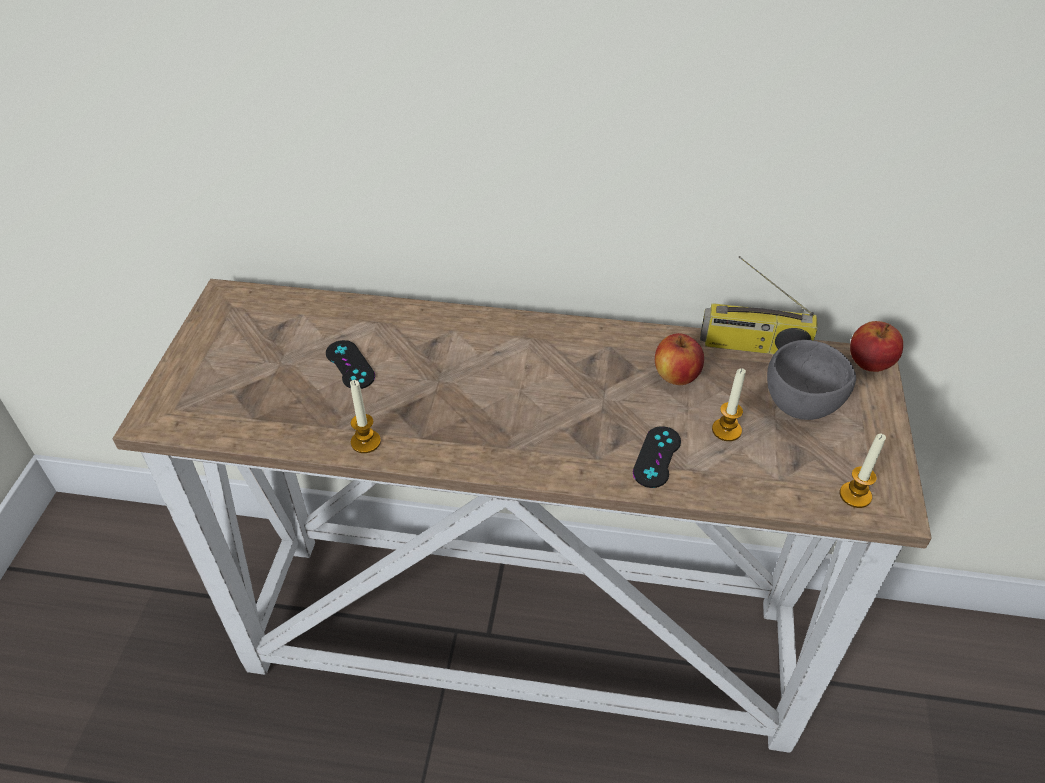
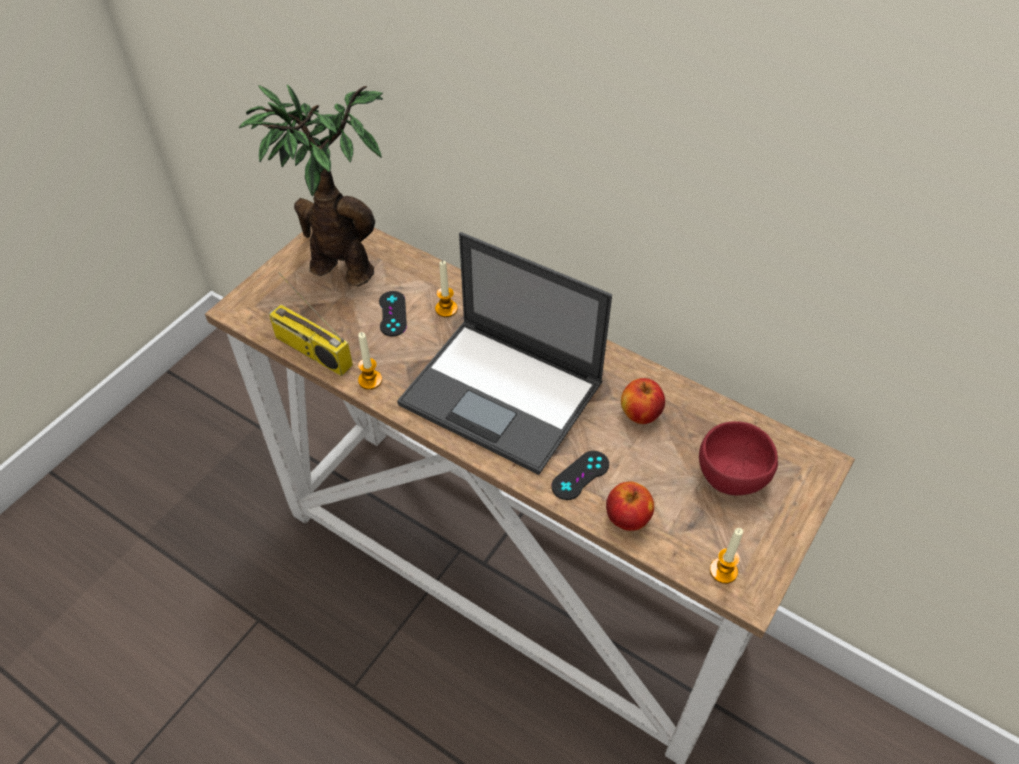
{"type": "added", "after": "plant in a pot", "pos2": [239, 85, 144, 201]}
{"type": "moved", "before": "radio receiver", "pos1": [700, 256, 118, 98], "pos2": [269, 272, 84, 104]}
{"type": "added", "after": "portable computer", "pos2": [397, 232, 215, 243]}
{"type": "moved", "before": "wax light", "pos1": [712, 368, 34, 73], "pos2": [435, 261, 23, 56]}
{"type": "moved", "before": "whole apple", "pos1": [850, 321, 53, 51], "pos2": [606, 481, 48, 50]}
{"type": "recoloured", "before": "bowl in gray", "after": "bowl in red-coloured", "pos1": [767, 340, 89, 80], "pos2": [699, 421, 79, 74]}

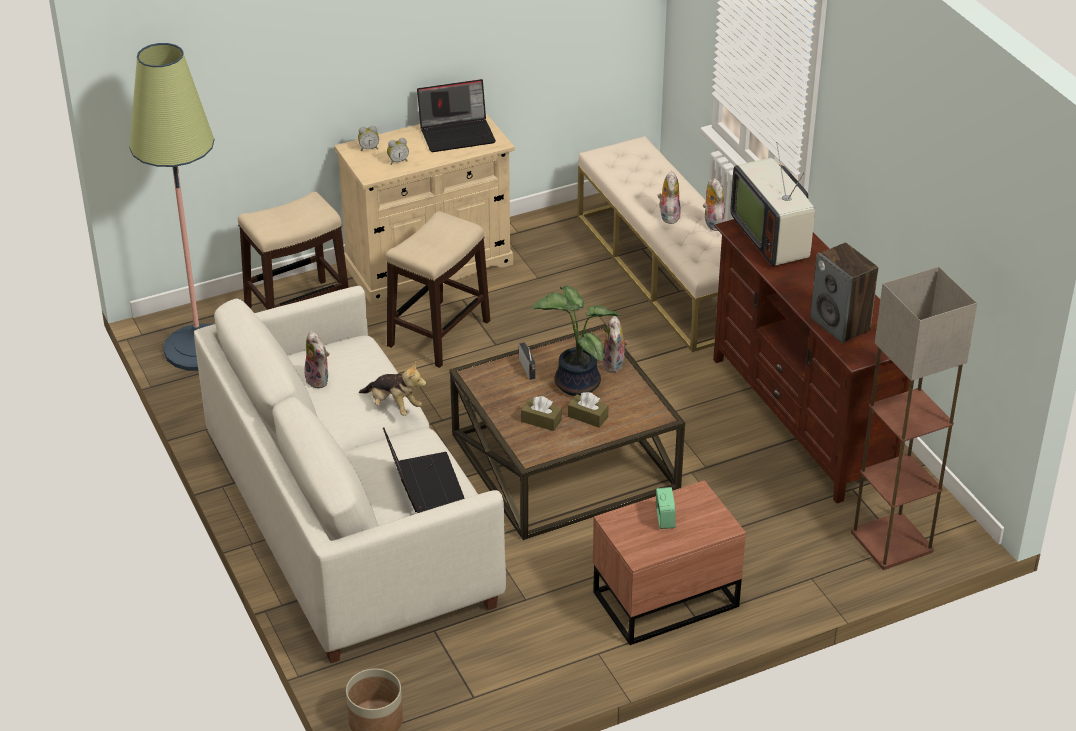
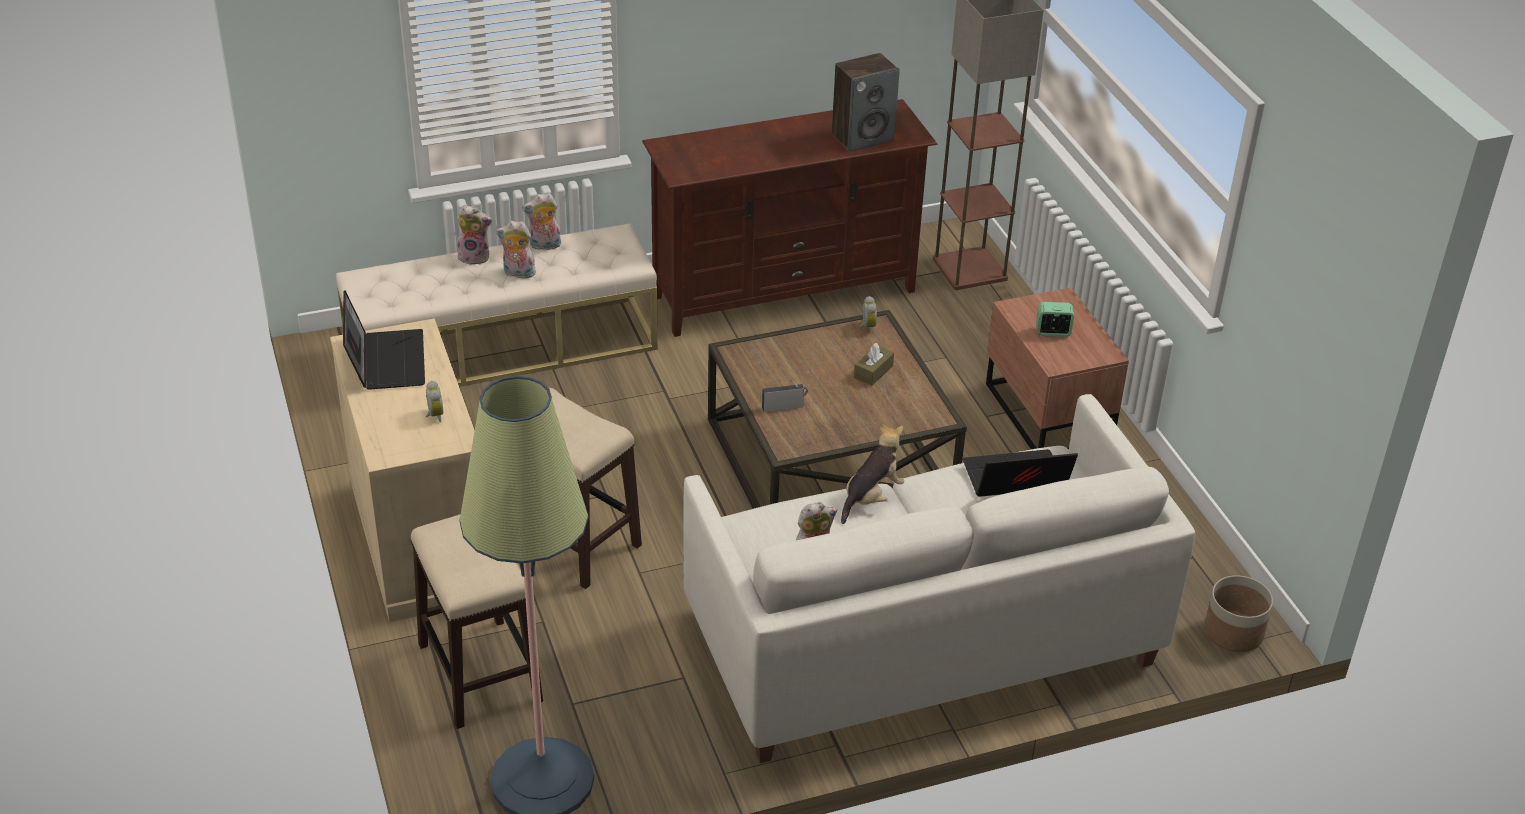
{"type": "moved", "before": "cuddly toy", "pos1": [602, 316, 27, 57], "pos2": [456, 205, 36, 60]}
{"type": "moved", "before": "alarm clock", "pos1": [358, 126, 21, 25], "pos2": [860, 296, 17, 37]}
{"type": "removed", "before": "box of tissues in brown-coloured", "pos1": [521, 396, 41, 35]}
{"type": "removed", "before": "plant in a pot", "pos1": [531, 285, 91, 111]}
{"type": "removed", "before": "television", "pos1": [730, 142, 85, 125]}

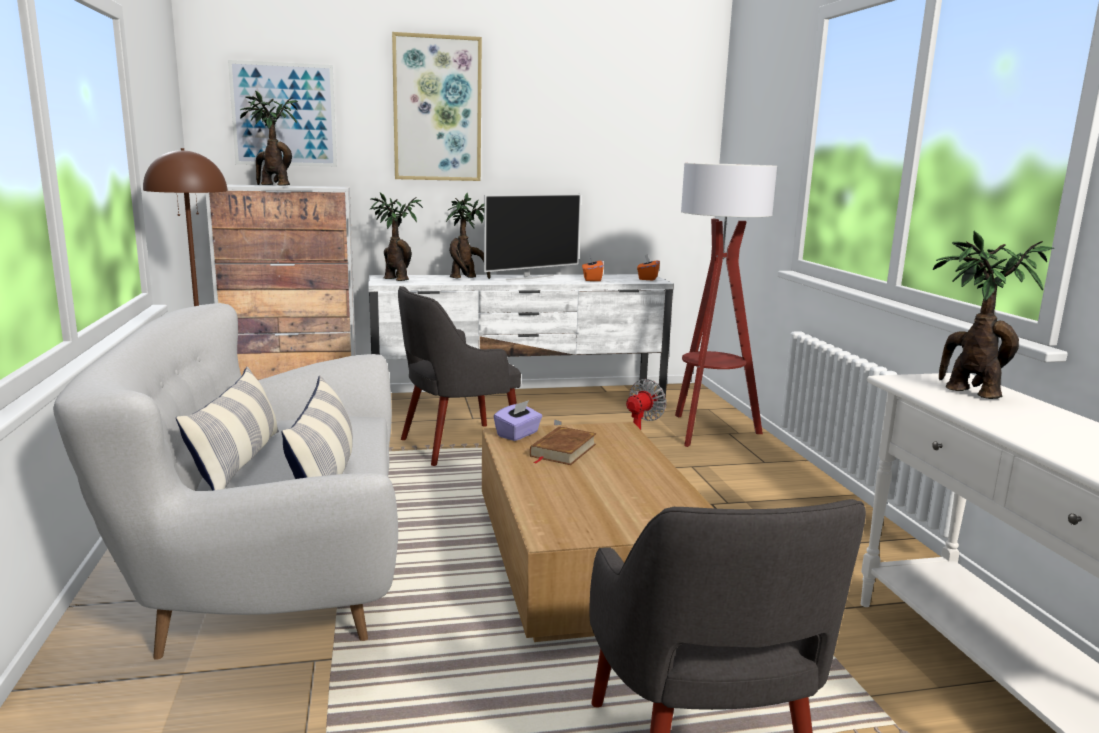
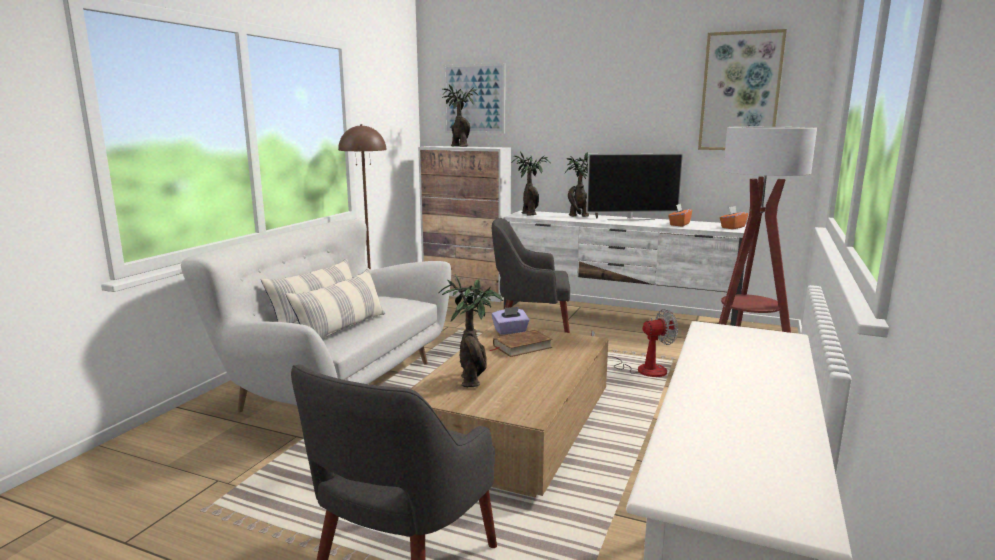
{"type": "moved", "before": "plant in a pot", "pos1": [933, 231, 121, 168], "pos2": [438, 274, 65, 113]}
{"type": "moved", "before": "wall picture", "pos1": [392, 32, 90, 149], "pos2": [698, 29, 89, 121]}

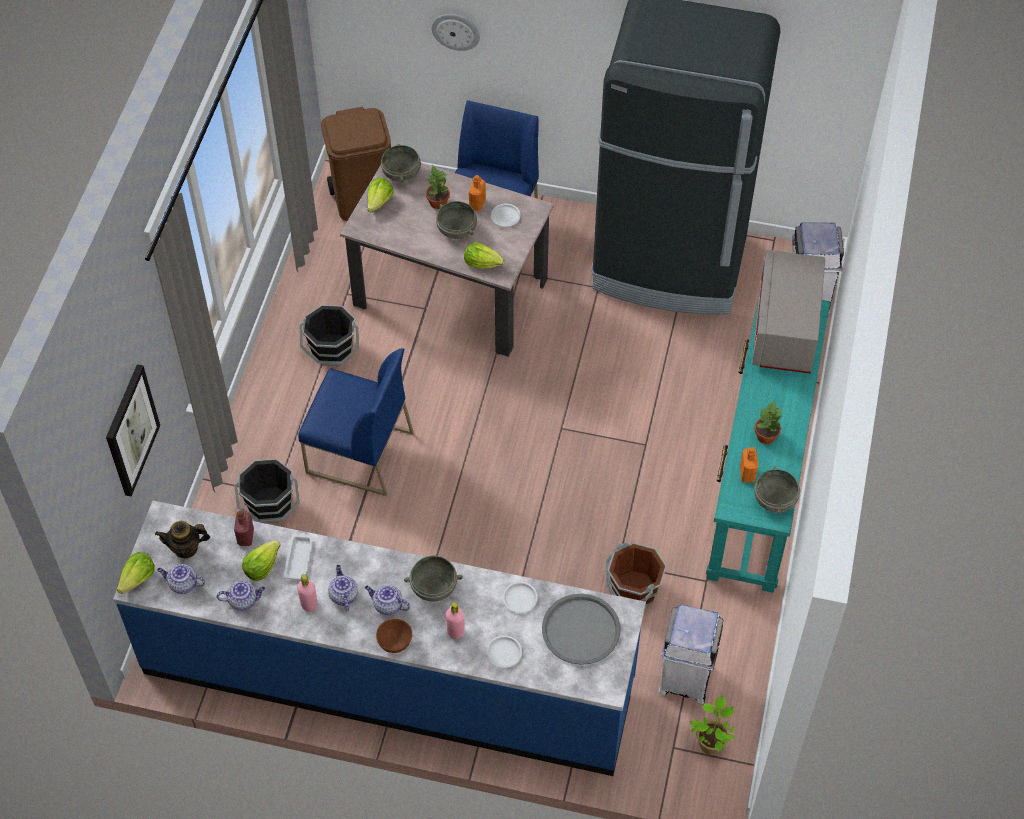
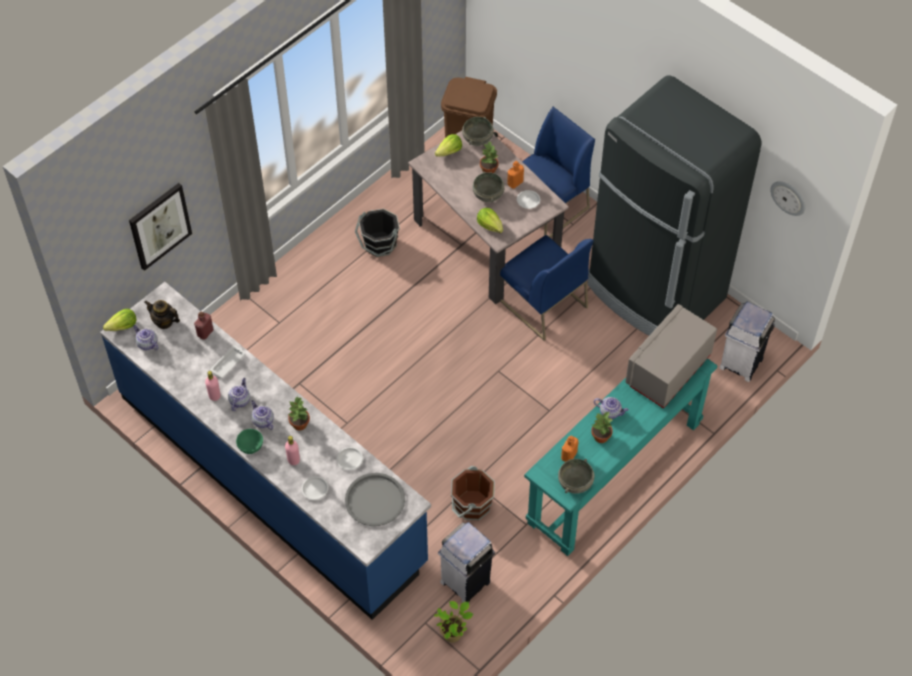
{"type": "recoloured", "before": "bowl in brown-coloured", "after": "bowl in green-coloured", "pos1": [376, 619, 36, 34], "pos2": [236, 429, 27, 25]}
{"type": "replaced", "before": "bowl in gray", "after": "plant in a pot", "pos1": [404, 556, 59, 46], "pos2": [288, 396, 22, 34]}
{"type": "moved", "before": "plain chair in blue", "pos1": [298, 348, 116, 148], "pos2": [500, 235, 94, 106]}
{"type": "moved", "before": "teapot", "pos1": [217, 580, 48, 31], "pos2": [594, 397, 35, 22]}
{"type": "moved", "before": "wall clock", "pos1": [431, 14, 49, 37], "pos2": [770, 181, 35, 35]}
{"type": "removed", "before": "pail in black", "pos1": [234, 459, 65, 64]}
{"type": "removed", "before": "lettuce head", "pos1": [242, 541, 38, 40]}

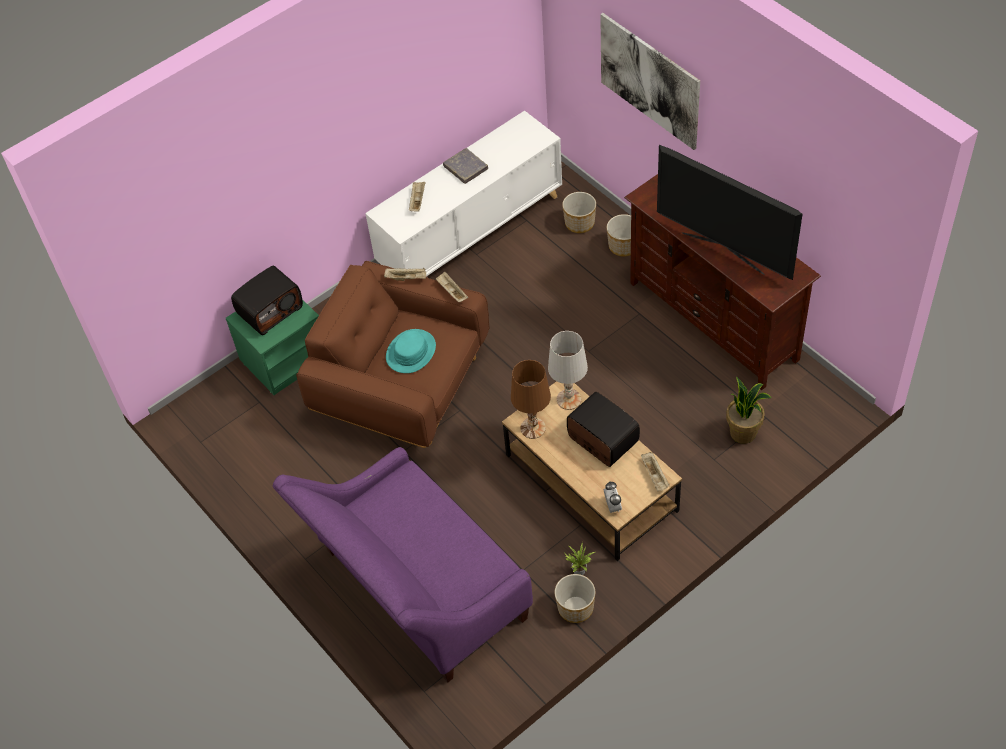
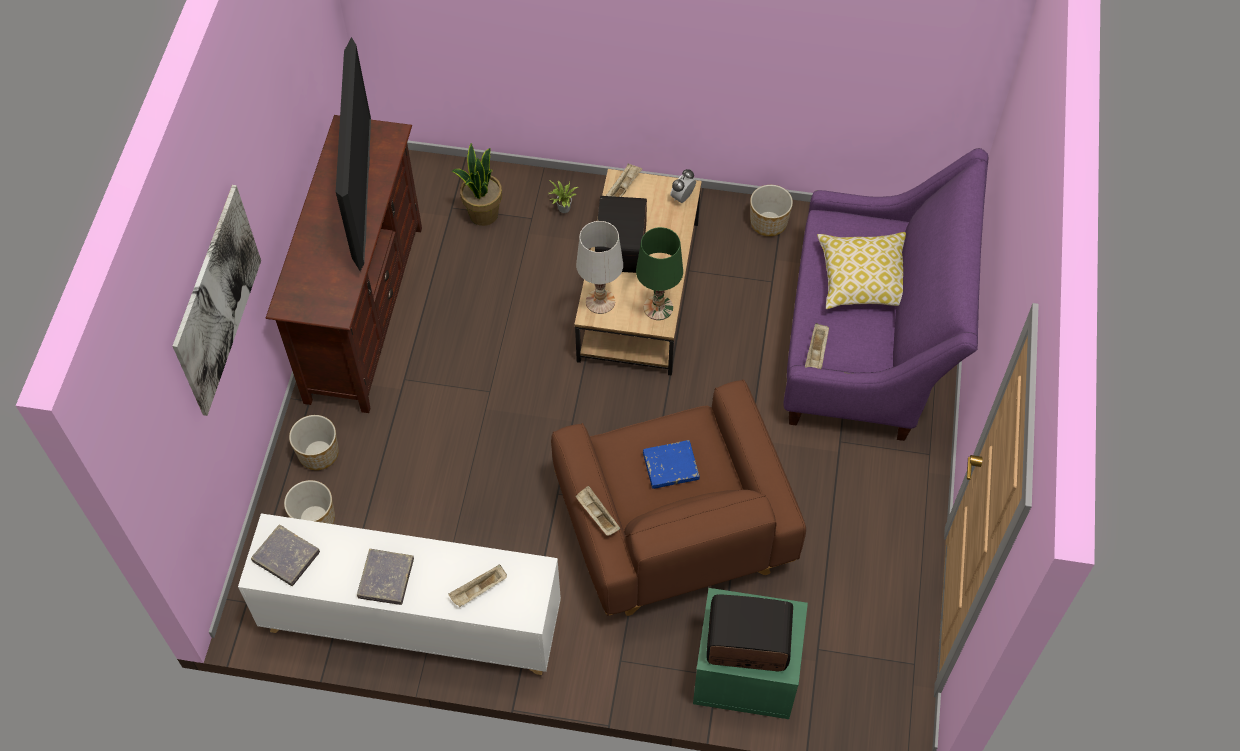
{"type": "added", "after": "bound book in gray", "pos2": [251, 524, 69, 62]}
{"type": "moved", "before": "plant in a pot", "pos1": [565, 542, 30, 33], "pos2": [548, 180, 30, 33]}
{"type": "recoloured", "before": "lamp for a table in brown-coloured", "after": "lamp for a table in green-coloured", "pos1": [511, 360, 40, 79], "pos2": [636, 227, 47, 93]}
{"type": "replaced", "before": "wearable hat in turquoise-coloured", "after": "bound book in blue", "pos1": [386, 329, 50, 44], "pos2": [643, 440, 57, 49]}
{"type": "moved", "before": "carrying tray in beige", "pos1": [436, 272, 32, 30], "pos2": [805, 323, 24, 46]}
{"type": "added", "after": "throw pillow", "pos2": [817, 232, 89, 77]}

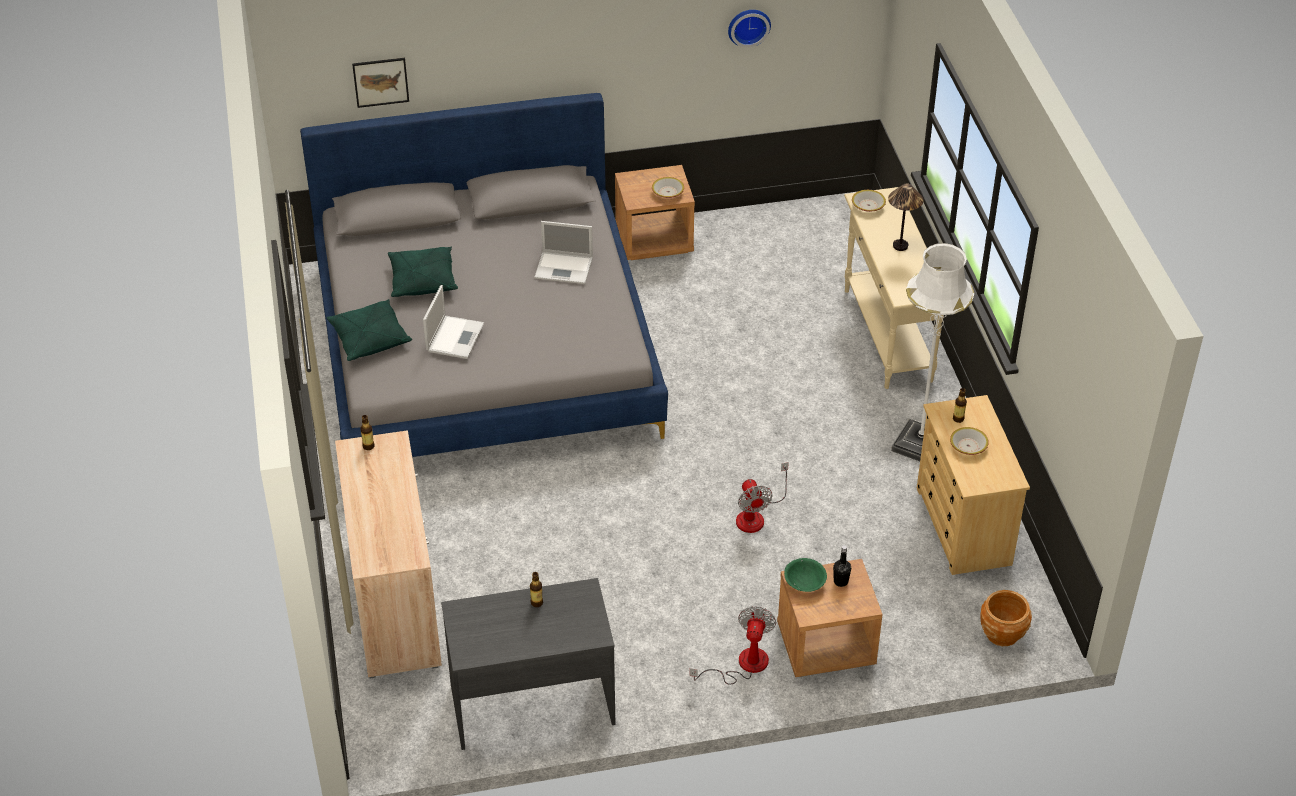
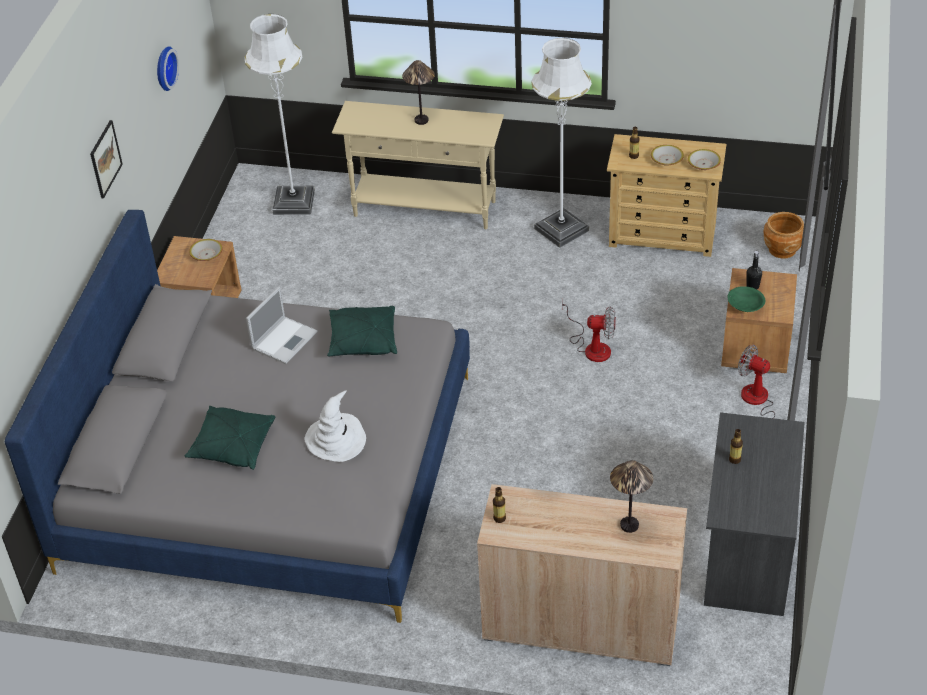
{"type": "moved", "before": "wall picture", "pos1": [352, 58, 57, 50], "pos2": [90, 120, 33, 78]}
{"type": "added", "after": "floor lamp in white", "pos2": [245, 14, 70, 201]}
{"type": "replaced", "before": "portable computer", "after": "wearable hat in white", "pos1": [423, 285, 61, 74], "pos2": [305, 390, 61, 72]}
{"type": "moved", "before": "throw pillow in green-coloured", "pos1": [327, 299, 85, 62], "pos2": [327, 306, 70, 50]}
{"type": "added", "after": "lamp for a table", "pos2": [610, 460, 43, 73]}
{"type": "moved", "before": "bowl", "pos1": [852, 190, 34, 22], "pos2": [688, 149, 33, 21]}

